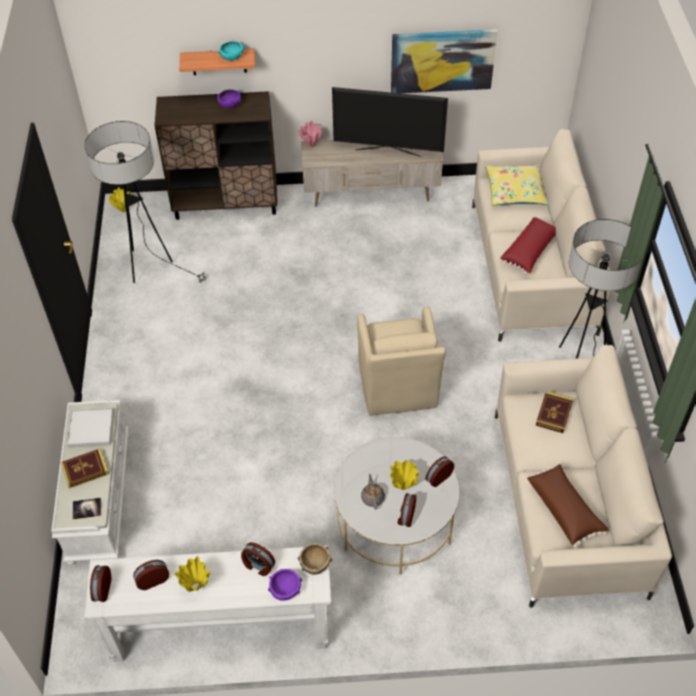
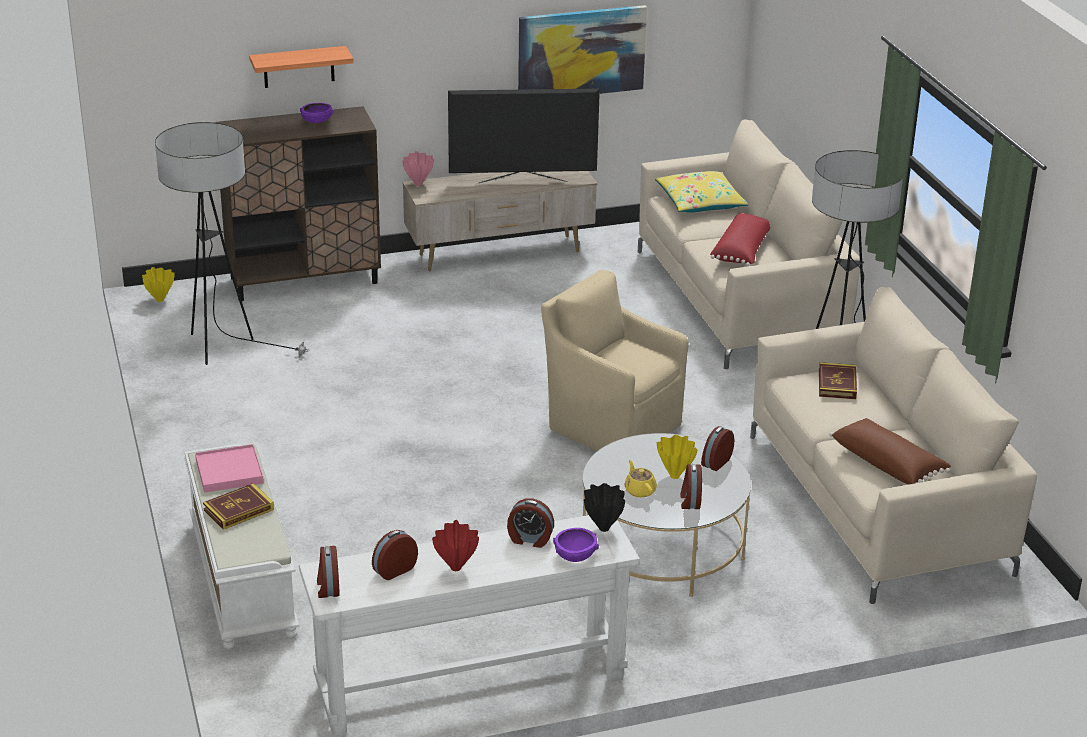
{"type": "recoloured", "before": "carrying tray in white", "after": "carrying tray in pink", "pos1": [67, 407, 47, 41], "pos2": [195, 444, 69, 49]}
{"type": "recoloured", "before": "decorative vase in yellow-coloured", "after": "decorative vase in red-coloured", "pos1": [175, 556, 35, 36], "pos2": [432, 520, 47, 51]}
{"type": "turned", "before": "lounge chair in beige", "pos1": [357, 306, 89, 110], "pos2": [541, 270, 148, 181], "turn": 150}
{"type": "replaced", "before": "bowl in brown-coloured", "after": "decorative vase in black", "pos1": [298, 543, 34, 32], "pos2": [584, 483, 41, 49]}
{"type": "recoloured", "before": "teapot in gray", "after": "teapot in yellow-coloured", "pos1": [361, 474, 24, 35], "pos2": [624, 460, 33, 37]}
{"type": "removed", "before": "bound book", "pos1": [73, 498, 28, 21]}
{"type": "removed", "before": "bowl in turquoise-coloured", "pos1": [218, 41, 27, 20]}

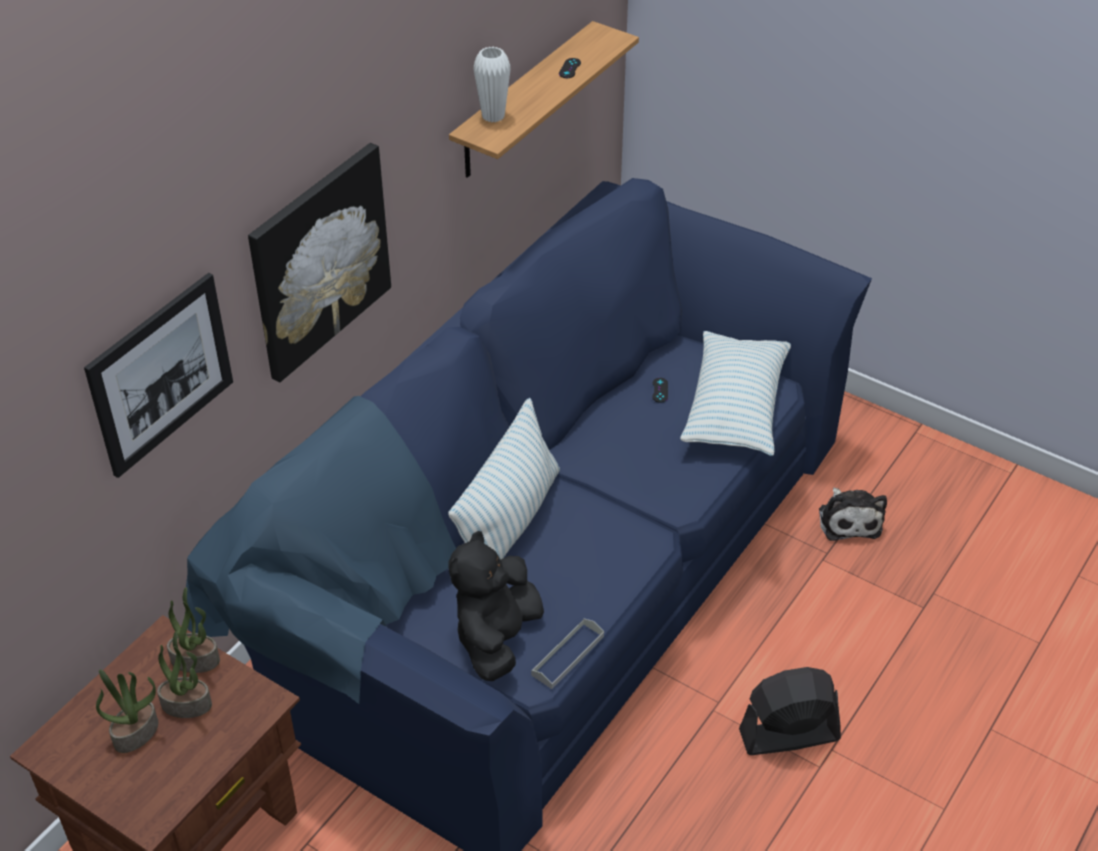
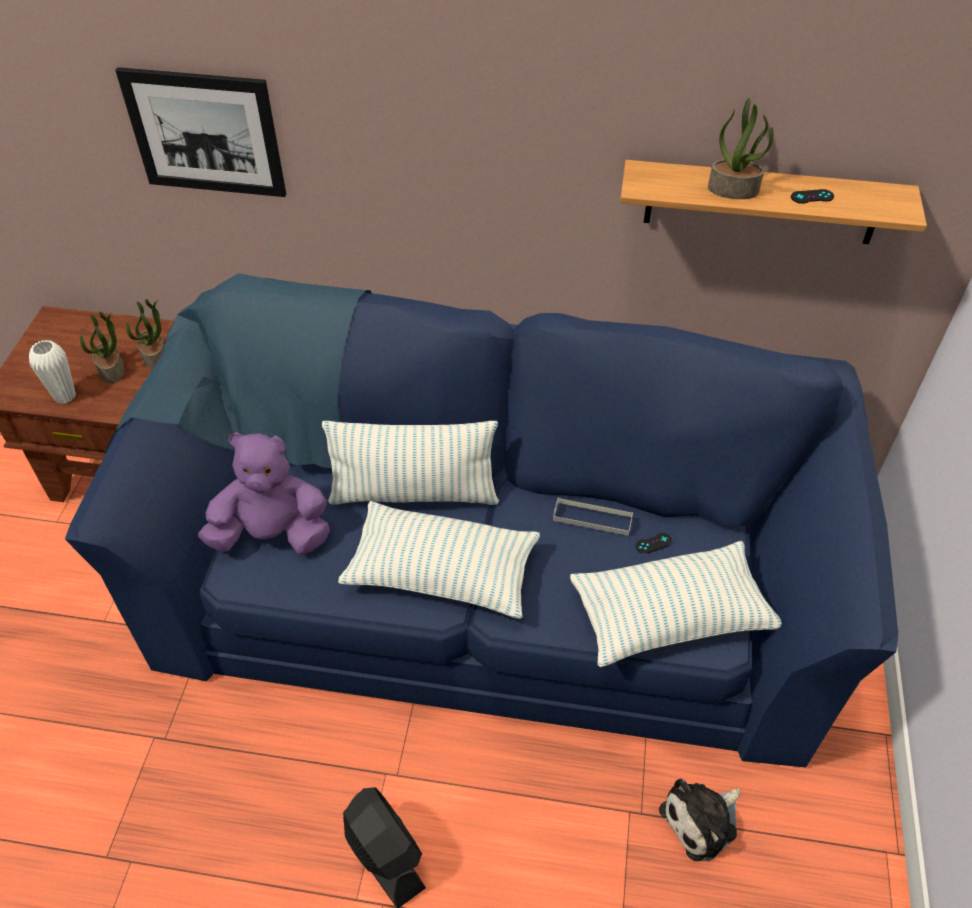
{"type": "moved", "before": "decorative vase in white", "pos1": [473, 47, 38, 75], "pos2": [29, 340, 47, 64]}
{"type": "recoloured", "before": "cuddly toy in black", "after": "cuddly toy in purple-coloured", "pos1": [449, 531, 95, 150], "pos2": [198, 432, 132, 123]}
{"type": "added", "after": "throw pillow", "pos2": [338, 501, 202, 118]}
{"type": "moved", "before": "carrying tray in gray", "pos1": [531, 619, 73, 70], "pos2": [553, 498, 80, 38]}
{"type": "moved", "before": "plant in a pot", "pos1": [96, 669, 62, 84], "pos2": [708, 98, 66, 101]}
{"type": "removed", "before": "wall picture", "pos1": [248, 143, 143, 240]}

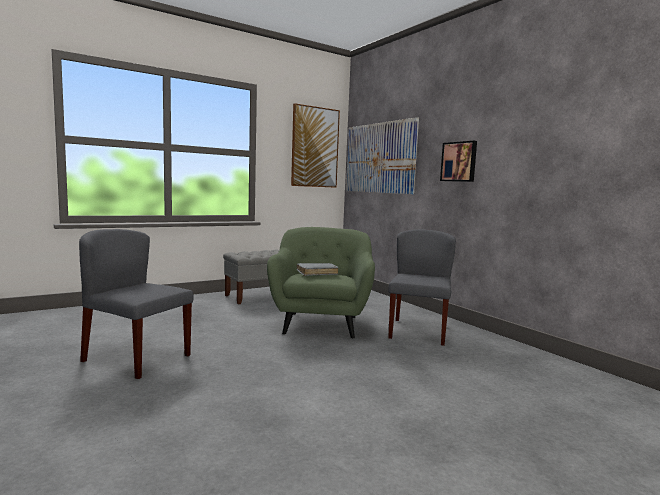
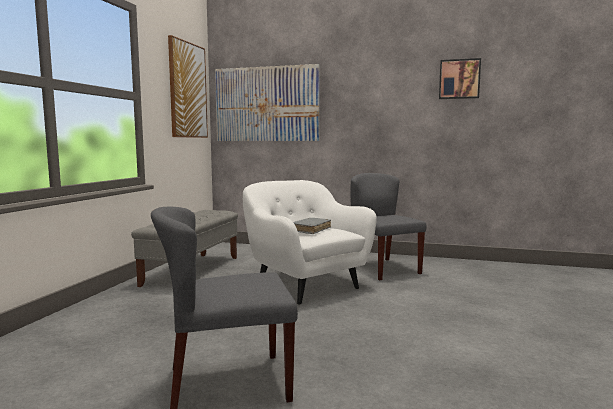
{"type": "recoloured", "before": "lounge chair in green-coloured", "after": "lounge chair in white", "pos1": [267, 227, 108, 111], "pos2": [243, 180, 134, 124]}
{"type": "moved", "before": "wall picture", "pos1": [440, 141, 37, 41], "pos2": [439, 58, 42, 41]}

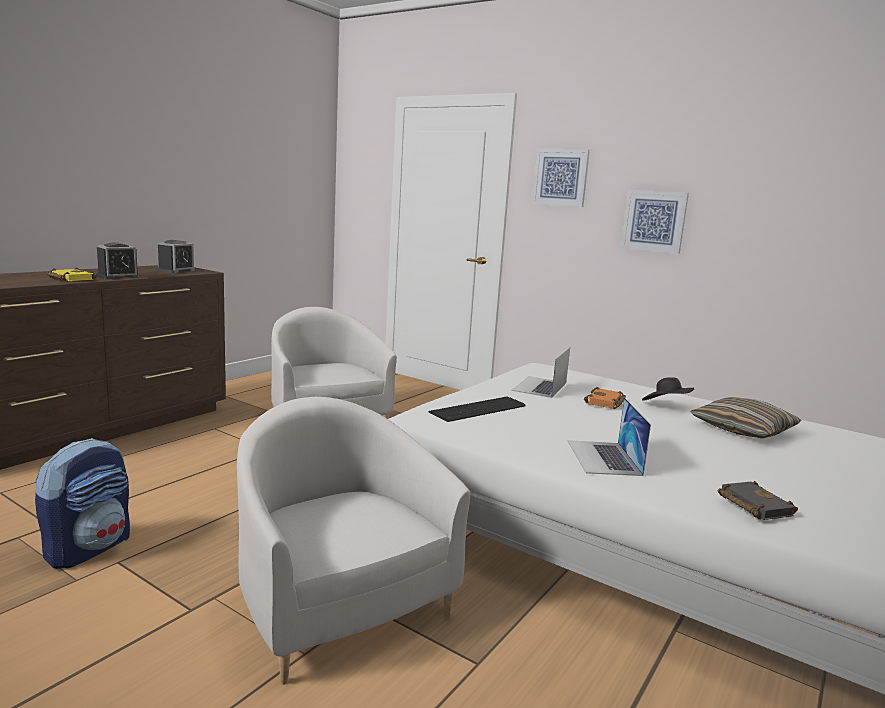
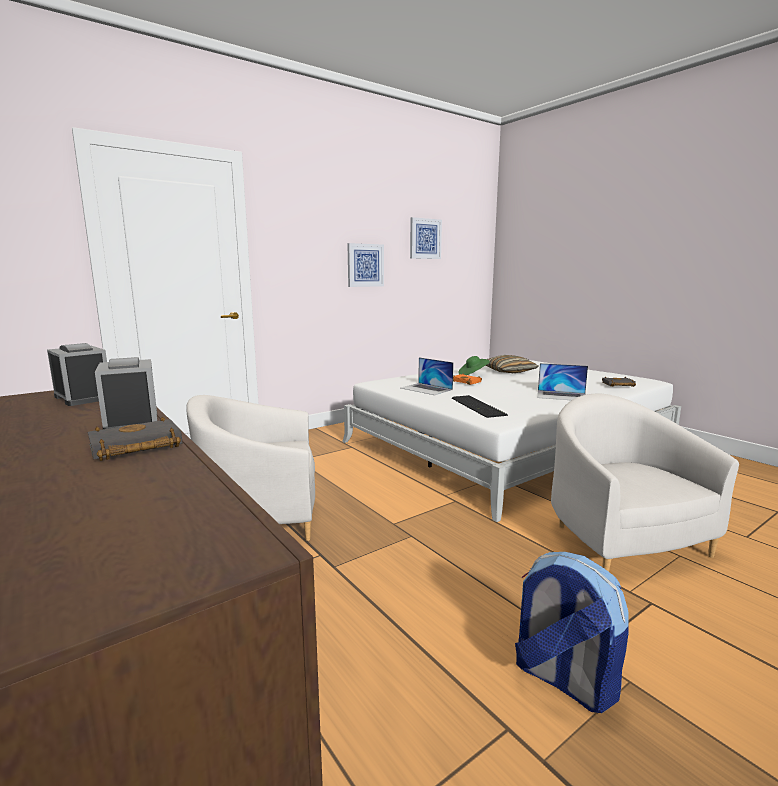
{"type": "recoloured", "before": "bound book in yellow-coloured", "after": "bound book in black", "pos1": [47, 267, 50, 15], "pos2": [88, 417, 94, 44]}
{"type": "moved", "before": "wall picture", "pos1": [532, 149, 58, 58], "pos2": [410, 217, 32, 42]}
{"type": "recoloured", "before": "wearable hat in black", "after": "wearable hat in green-coloured", "pos1": [642, 377, 52, 24], "pos2": [458, 356, 32, 19]}
{"type": "turned", "before": "lounge chair in white", "pos1": [237, 397, 233, 288], "pos2": [551, 393, 188, 179], "turn": 90}

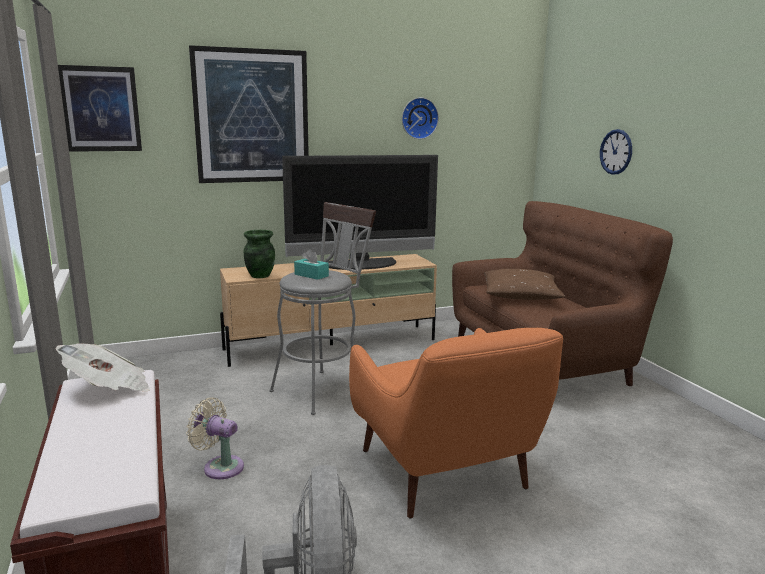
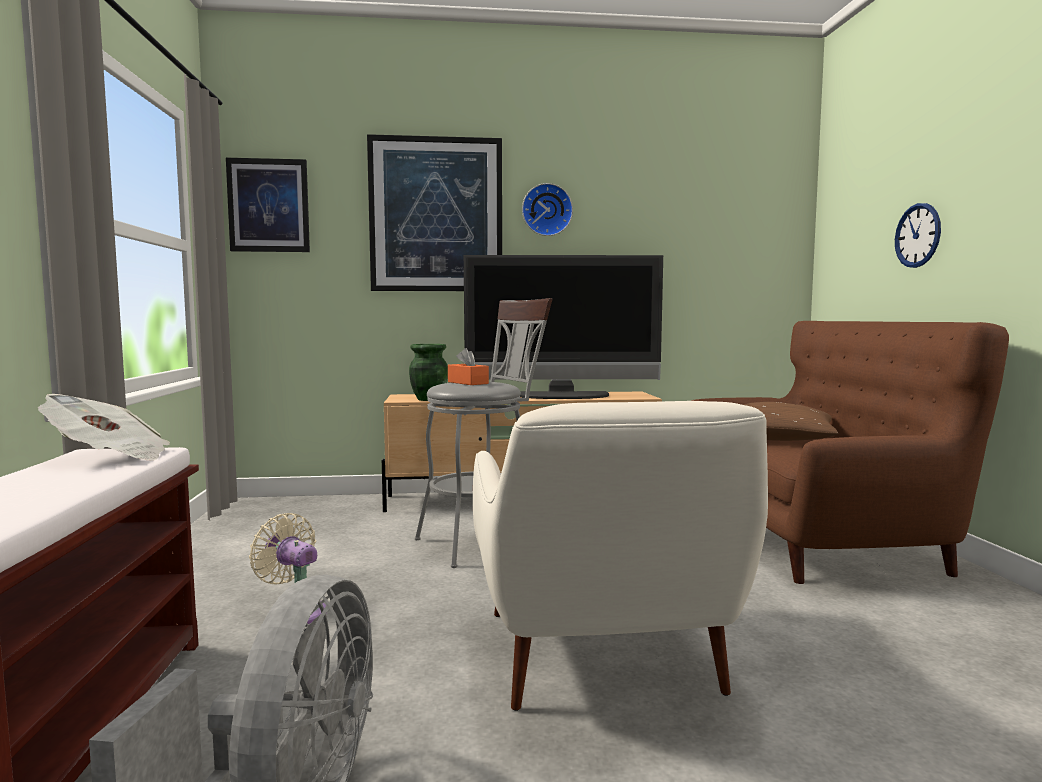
{"type": "recoloured", "before": "box of tissues in turquoise-coloured", "after": "box of tissues in orange", "pos1": [294, 249, 35, 31], "pos2": [448, 348, 41, 37]}
{"type": "recoloured", "before": "lounge chair in orange", "after": "lounge chair in white", "pos1": [349, 328, 214, 190], "pos2": [473, 401, 295, 310]}
{"type": "moved", "before": "wall clock", "pos1": [402, 97, 37, 42], "pos2": [522, 183, 51, 53]}

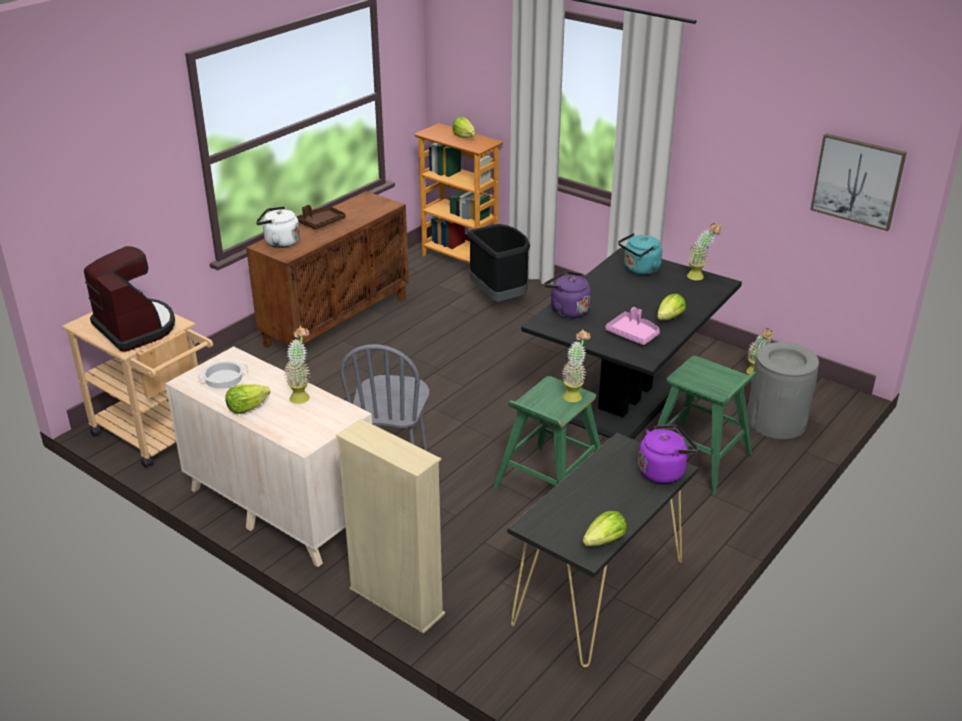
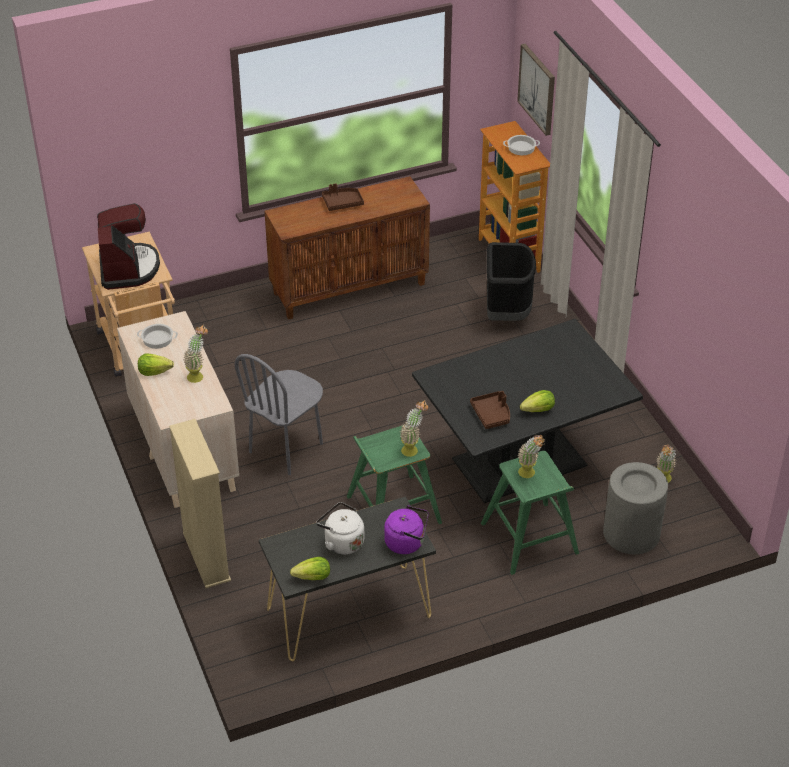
{"type": "moved", "before": "kettle in white", "pos1": [256, 206, 44, 42], "pos2": [316, 502, 48, 53]}
{"type": "recoloured", "before": "carrying tray in pink", "after": "carrying tray in brown-coloured", "pos1": [605, 307, 55, 38], "pos2": [470, 391, 40, 38]}
{"type": "replaced", "before": "lettuce head", "after": "cooking pot", "pos1": [452, 117, 23, 21], "pos2": [503, 135, 37, 20]}
{"type": "moved", "before": "wall picture", "pos1": [810, 133, 97, 98], "pos2": [517, 44, 38, 92]}
{"type": "moved", "before": "plant in a pot", "pos1": [687, 223, 34, 57], "pos2": [517, 435, 28, 43]}
{"type": "removed", "before": "kettle in purple-coloured", "pos1": [544, 271, 47, 47]}
{"type": "removed", "before": "kettle in turquoise-coloured", "pos1": [618, 233, 44, 42]}

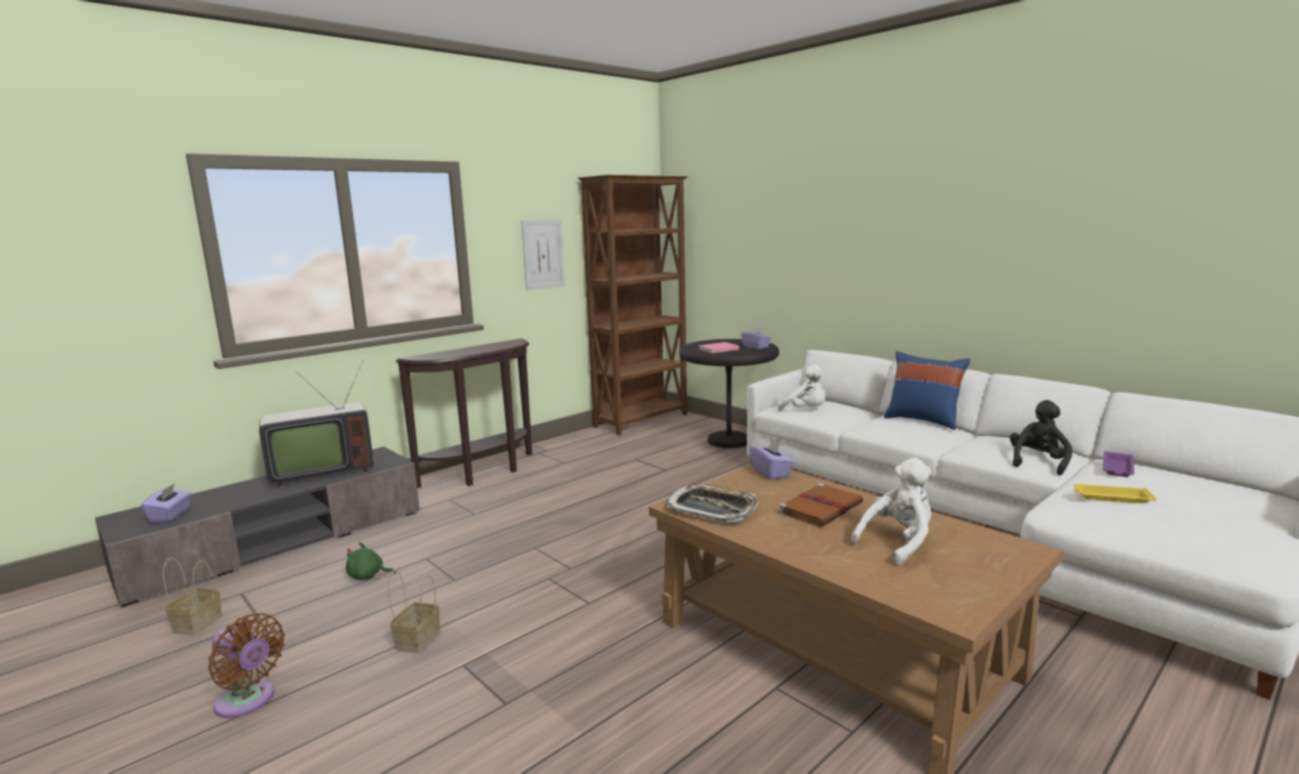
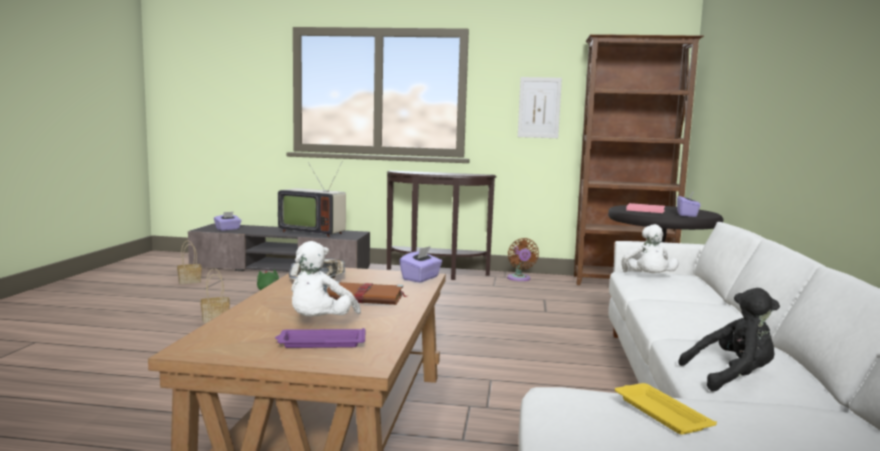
{"type": "moved", "before": "carrying tray in purple-coloured", "pos1": [1103, 451, 31, 26], "pos2": [275, 328, 91, 20]}
{"type": "turned", "before": "cuddly toy in white", "pos1": [851, 458, 81, 107], "pos2": [291, 241, 70, 76], "turn": 90}
{"type": "moved", "before": "fan in brown-coloured", "pos1": [208, 613, 77, 105], "pos2": [507, 238, 32, 43]}
{"type": "removed", "before": "throw pillow in blue", "pos1": [884, 351, 86, 79]}

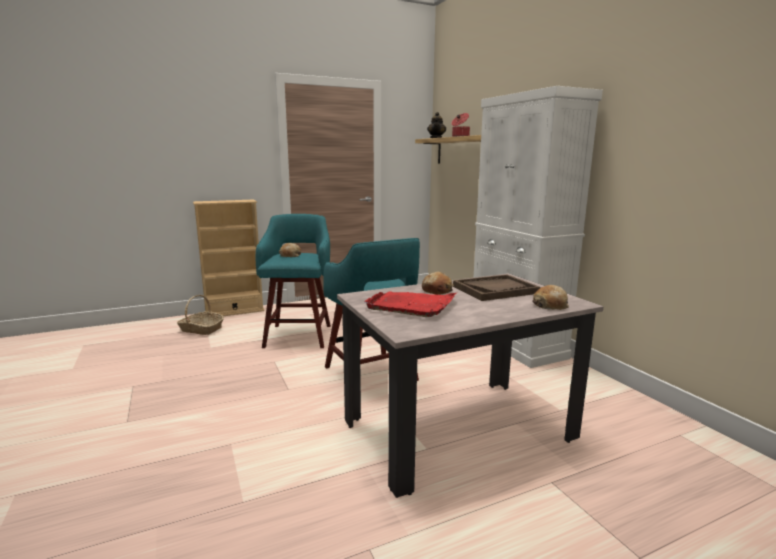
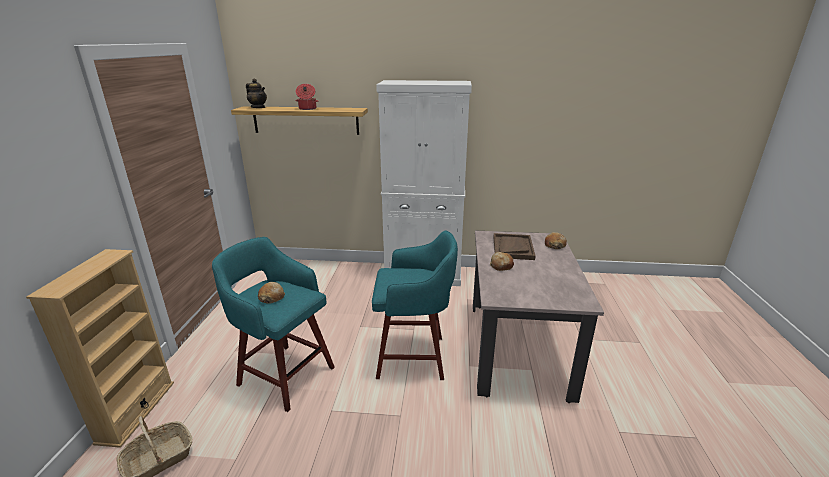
{"type": "removed", "before": "carrying tray in red-coloured", "pos1": [364, 291, 92, 26]}

